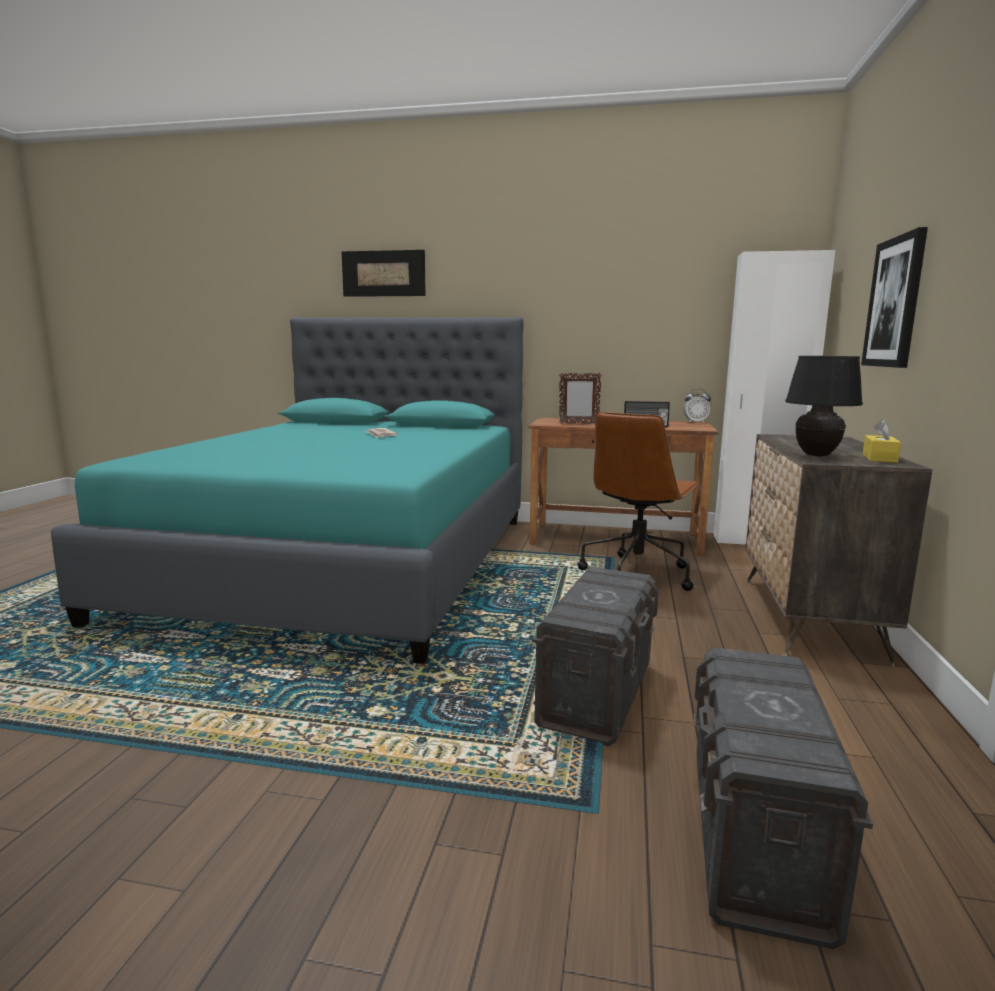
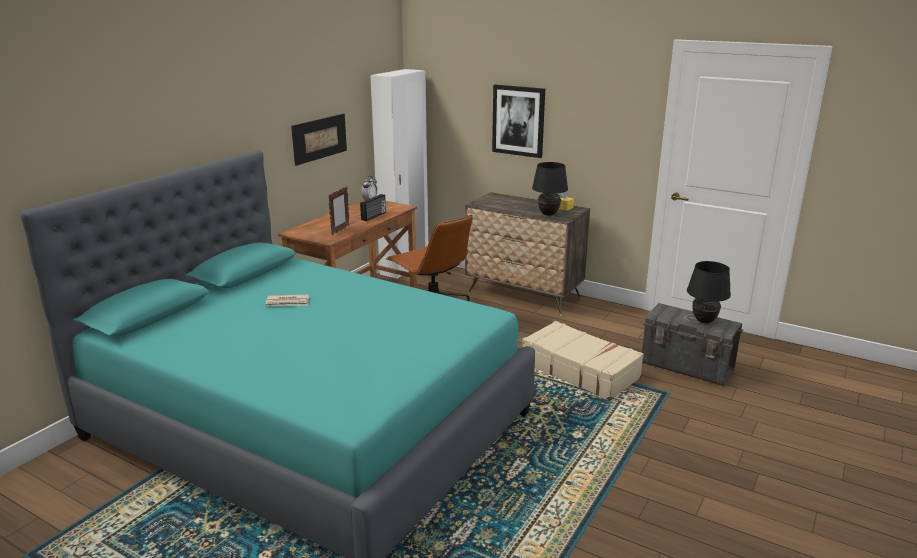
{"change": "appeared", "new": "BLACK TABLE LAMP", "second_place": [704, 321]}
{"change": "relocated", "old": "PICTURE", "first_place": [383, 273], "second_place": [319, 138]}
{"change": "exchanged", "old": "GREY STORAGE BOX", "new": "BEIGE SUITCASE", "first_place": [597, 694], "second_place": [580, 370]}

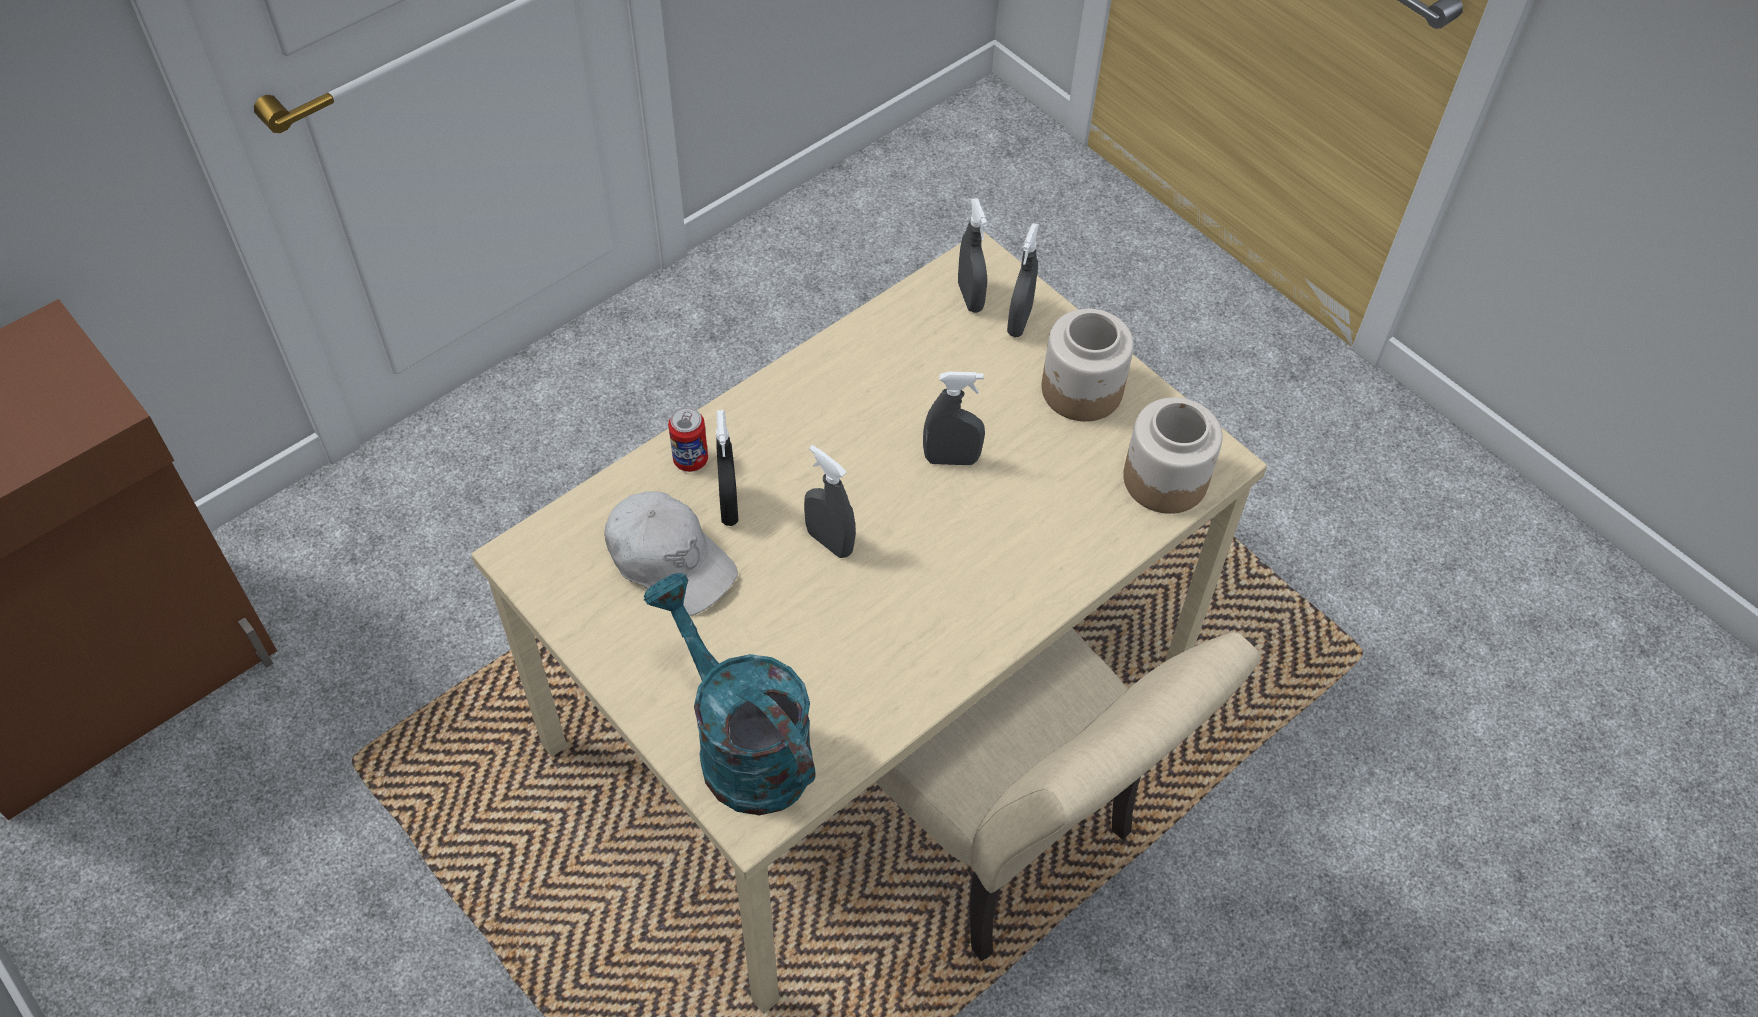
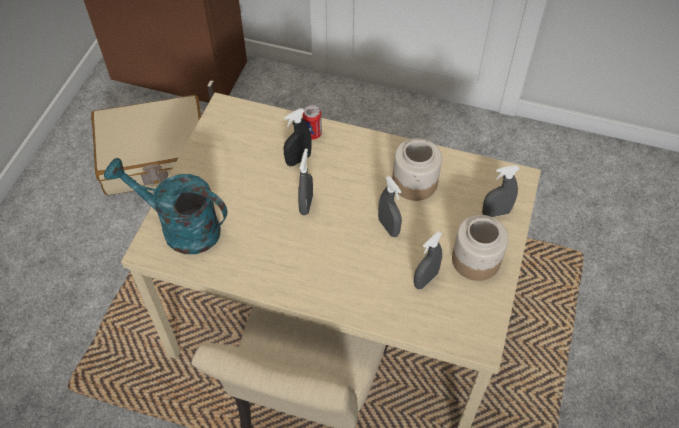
{"change": "missing", "old": "WHITE CAP", "first_place": [670, 561]}
{"change": "appeared", "new": "BEIGE SUITCASE", "second_place": [155, 157]}
{"change": "relocated", "old": "GREY SPRAY BOTTLE", "first_place": [970, 297], "second_place": [425, 279]}
{"change": "relocated", "old": "JAR", "first_place": [1165, 478], "second_place": [415, 182]}
{"change": "spun", "old": "TURQUOISE WATERING CAN", "first_place": [741, 744], "second_place": [180, 227], "degrees": -90}

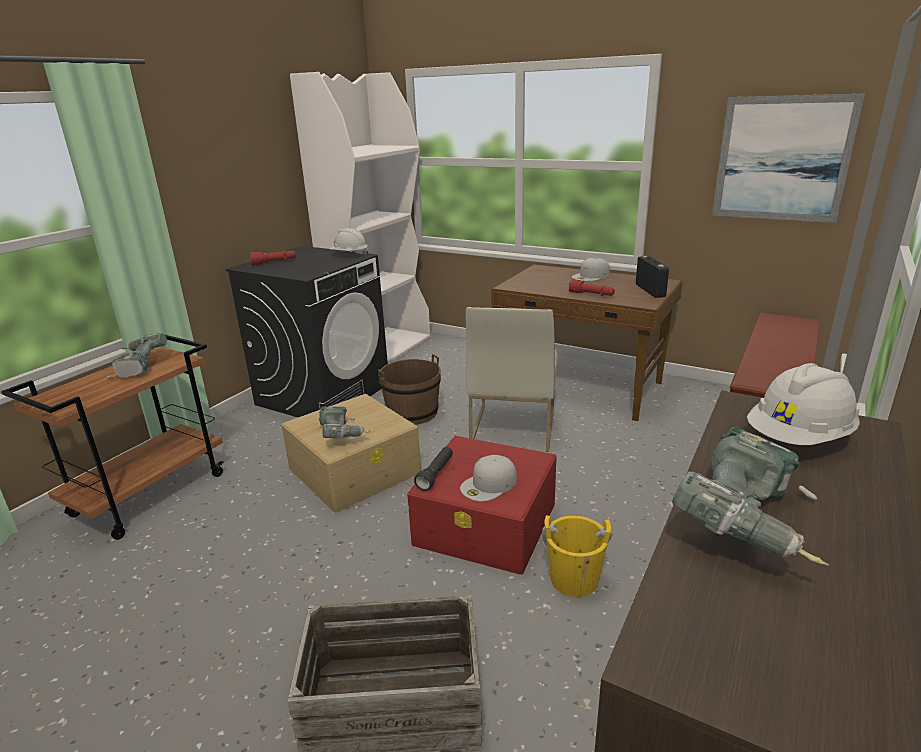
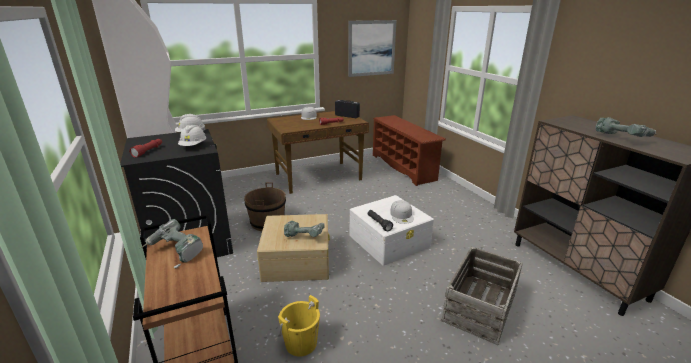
{"change": "missing", "old": "WHITE CHAIR", "first_place": [512, 427]}
{"change": "relocated", "old": "YELLOW BUCKET", "first_place": [574, 579], "second_place": [301, 343]}
{"change": "relocated", "old": "WHITE HARD HAT", "first_place": [799, 438], "second_place": [193, 146]}
{"change": "colour", "old": "RED STORAGE BOX", "new": "WHITE STORAGE BOX", "first_place": [487, 524], "second_place": [389, 240]}

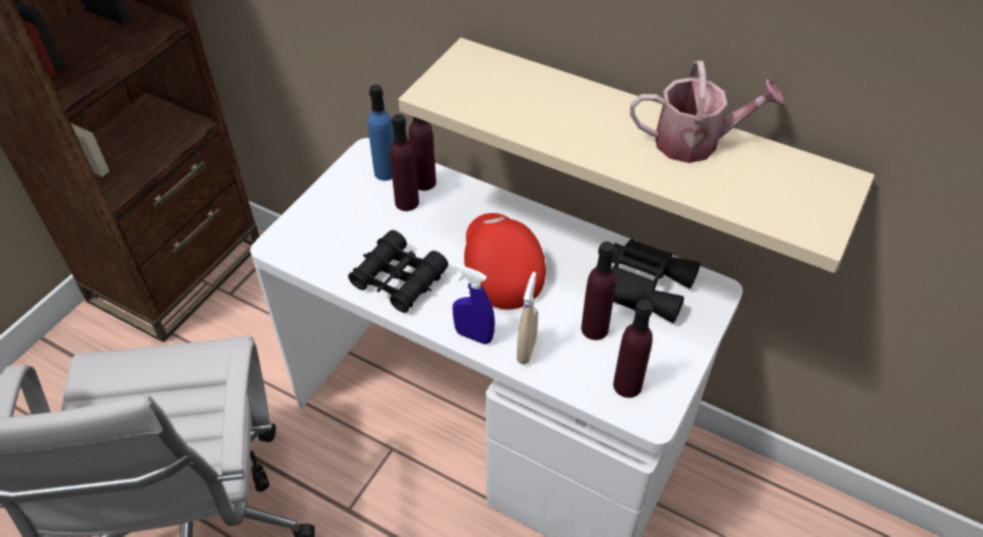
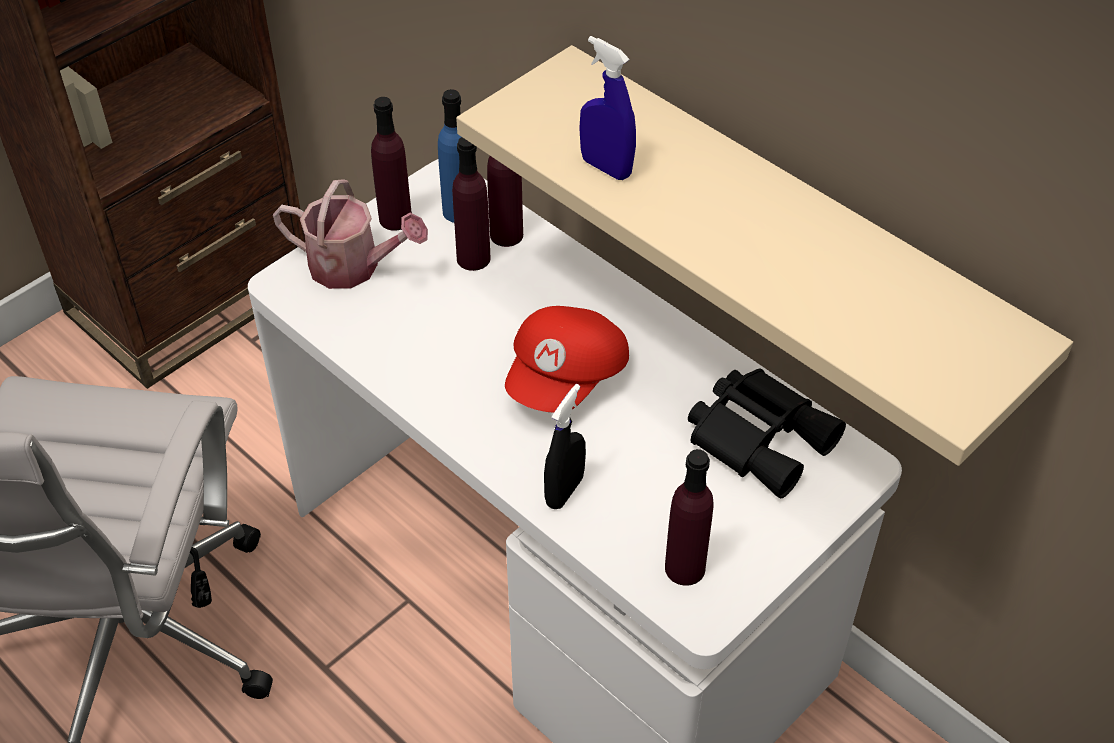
{"change": "missing", "old": "BLACK BINOCULARS", "first_place": [399, 279]}
{"change": "relocated", "old": "BLUE SPRAY BOTTLE", "first_place": [474, 336], "second_place": [606, 167]}
{"change": "relocated", "old": "PURPLE BOTTLE", "first_place": [594, 329], "second_place": [395, 219]}
{"change": "relocated", "old": "WATERING CAN", "first_place": [696, 142], "second_place": [354, 267]}
{"change": "colour", "old": "BEIGE SPRAY BOTTLE", "new": "BLACK SPRAY BOTTLE", "first_place": [526, 350], "second_place": [564, 491]}
{"change": "spun", "old": "RED CAP", "first_place": [500, 272], "second_place": [567, 378], "degrees": -150}

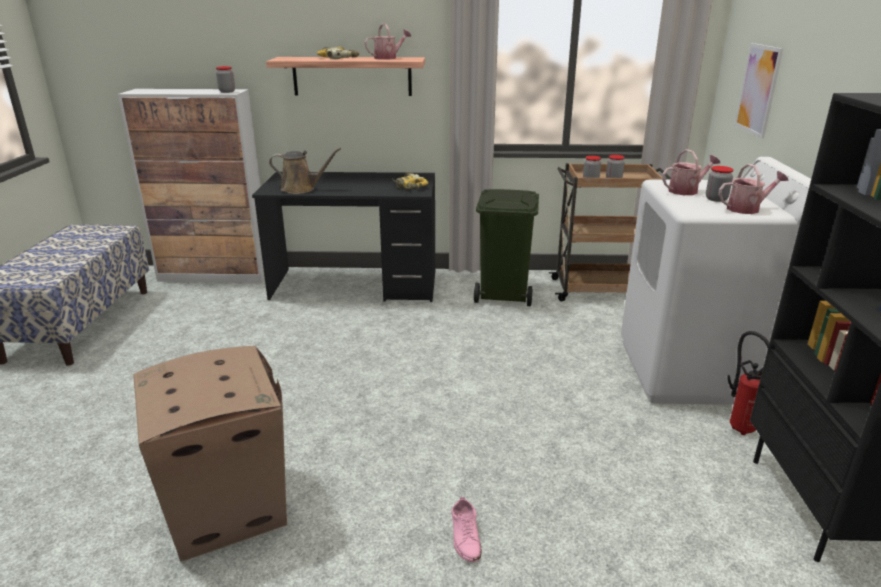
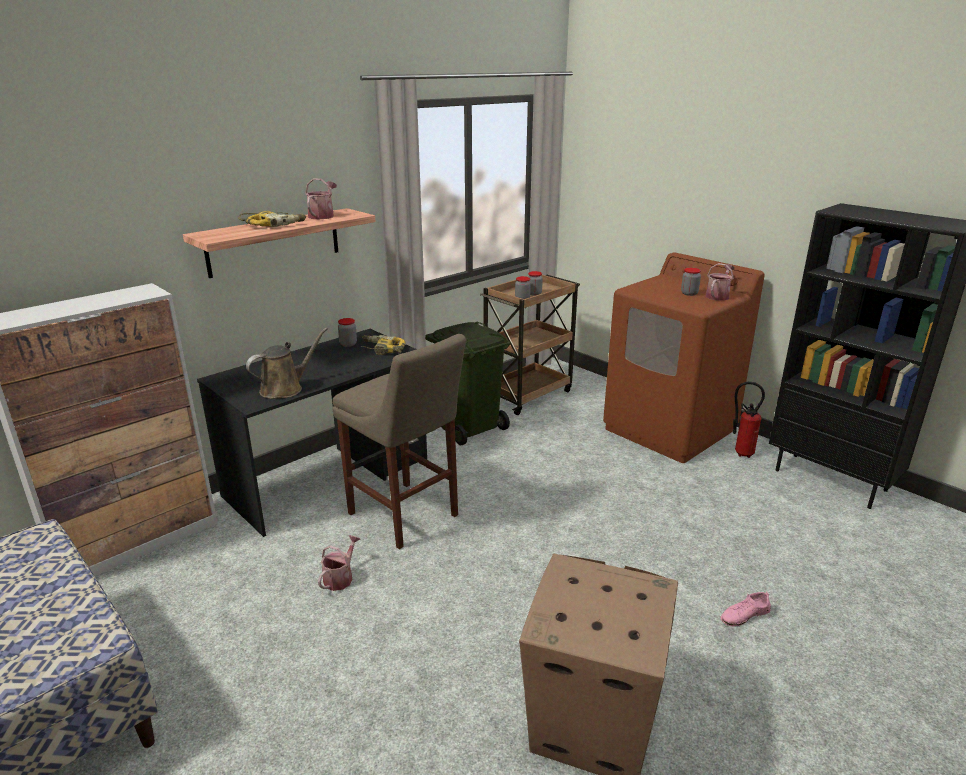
{"change": "missing", "old": "PICTURE", "first_place": [758, 89]}
{"change": "appeared", "new": "BEIGE STOOL", "second_place": [406, 517]}
{"change": "relocated", "old": "JAR", "first_place": [227, 91], "second_place": [348, 344]}
{"change": "relocated", "old": "WATERING CAN", "first_place": [686, 190], "second_place": [340, 577]}
{"change": "colour", "old": "WHITE WASHING MACHINE", "new": "BROWN WASHING MACHINE", "first_place": [693, 372], "second_place": [670, 430]}
{"change": "spun", "old": "PINK SHOE", "first_place": [465, 537], "second_place": [744, 615], "degrees": 120}

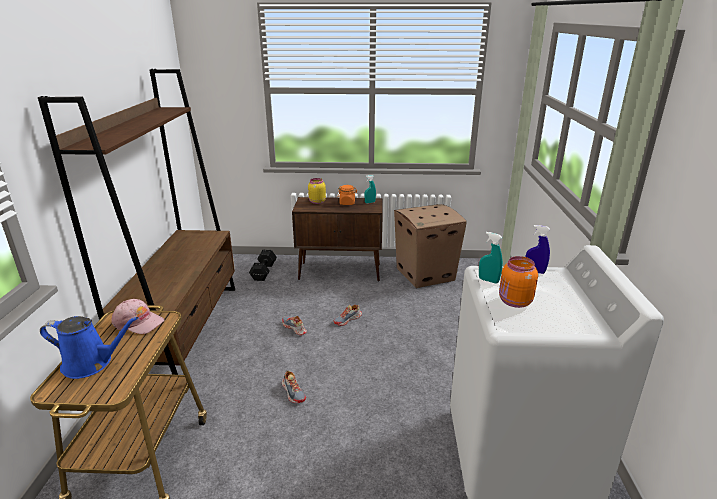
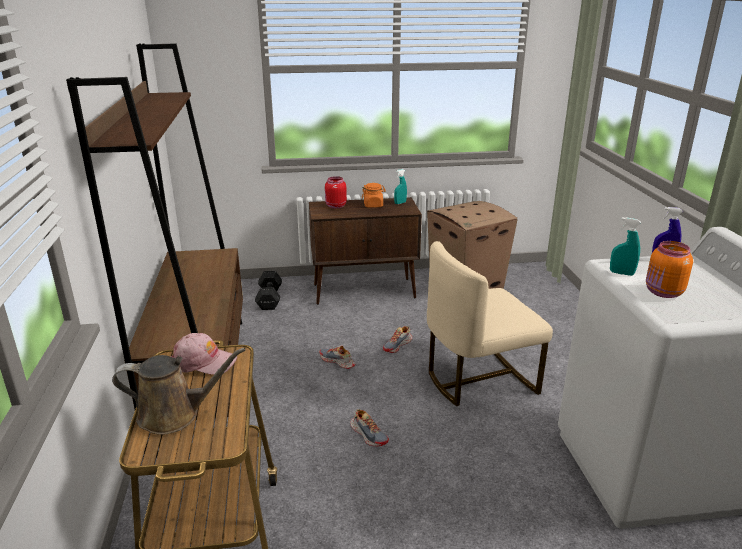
{"change": "appeared", "new": "BEIGE CHAIR", "second_place": [478, 379]}
{"change": "colour", "old": "BLUE WATERING CAN", "new": "BROWN WATERING CAN", "first_place": [91, 363], "second_place": [175, 415]}
{"change": "colour", "old": "YELLOW JAR", "new": "RED JAR", "first_place": [316, 202], "second_place": [335, 206]}

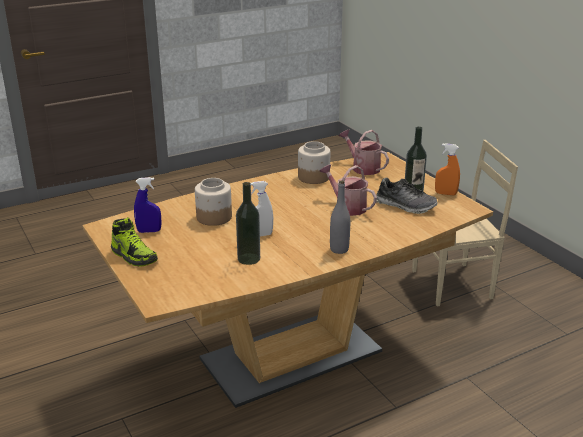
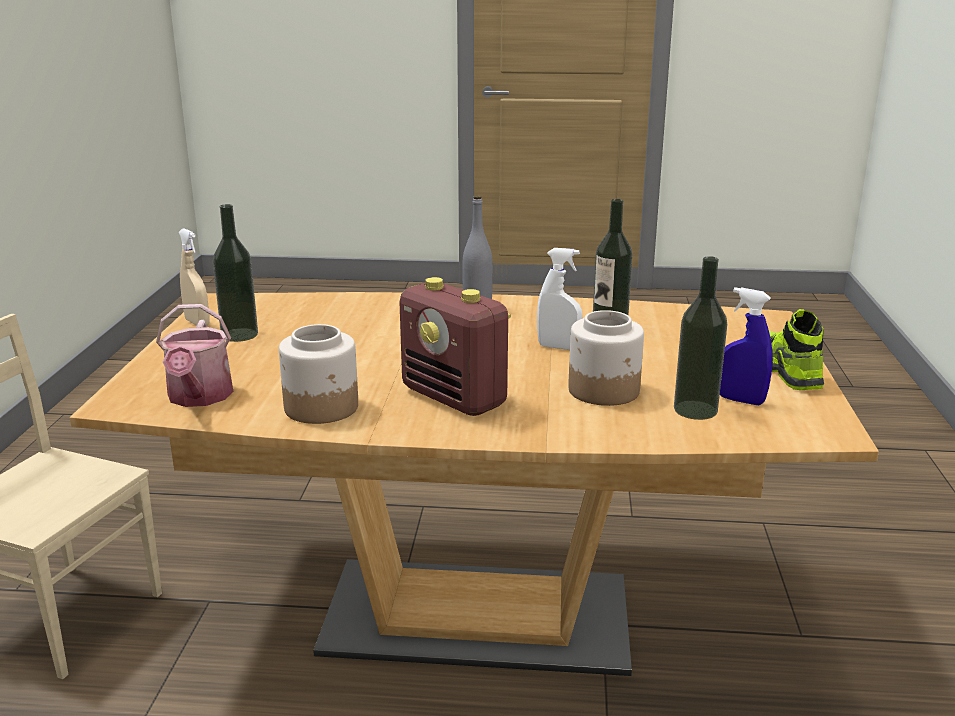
{"change": "missing", "old": "WATERING CAN", "first_place": [347, 206]}
{"change": "missing", "old": "SHOE", "first_place": [405, 206]}
{"change": "appeared", "new": "RADIO", "second_place": [455, 398]}
{"change": "appeared", "new": "BOTTLE", "second_place": [695, 410]}
{"change": "colour", "old": "ORANGE SPRAY BOTTLE", "new": "BEIGE SPRAY BOTTLE", "first_place": [445, 193], "second_place": [197, 323]}

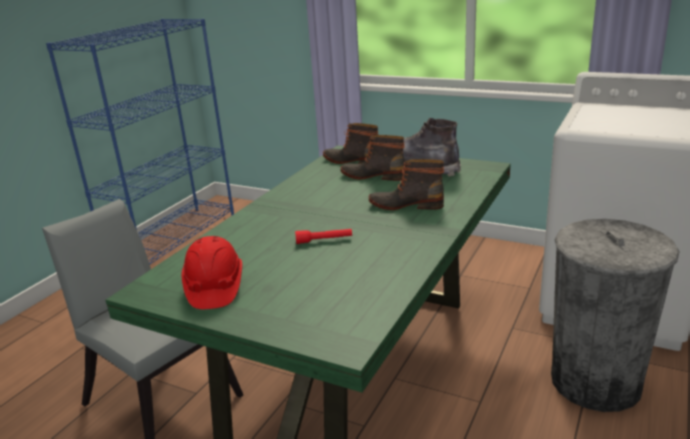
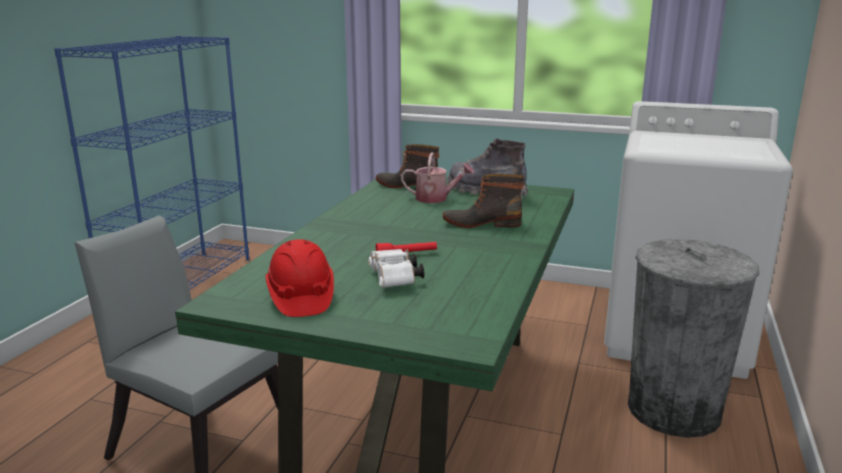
{"change": "appeared", "new": "WHITE BINOCULARS", "second_place": [395, 280]}
{"change": "exchanged", "old": "BOOT", "new": "WATERING CAN", "first_place": [373, 176], "second_place": [436, 198]}

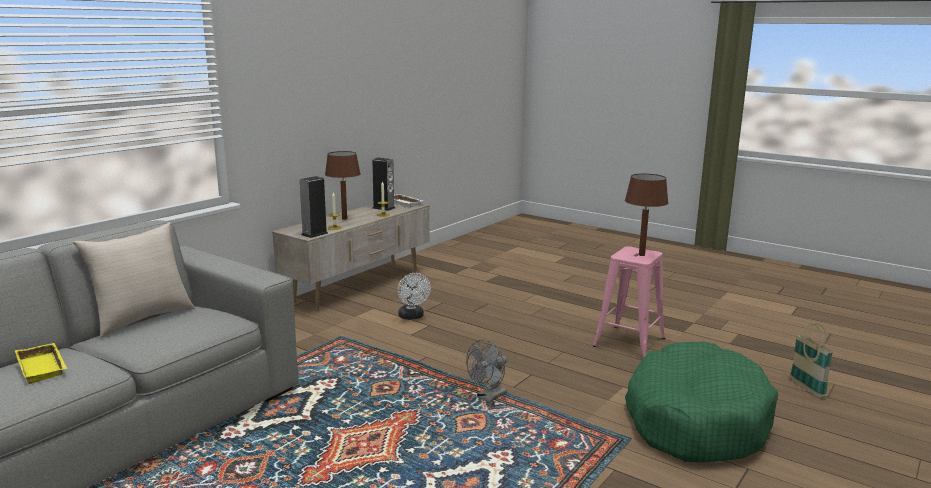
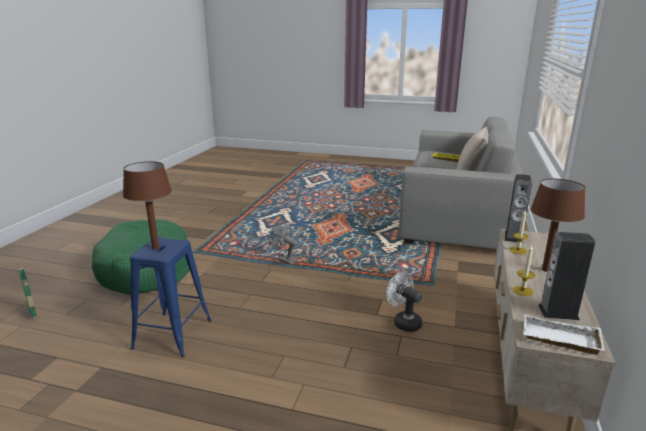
{"change": "colour", "old": "PINK STOOL", "new": "BLUE STOOL", "first_place": [629, 342], "second_place": [173, 334]}
{"change": "spun", "old": "GREY FAN", "first_place": [488, 398], "second_place": [283, 260], "degrees": -75}

